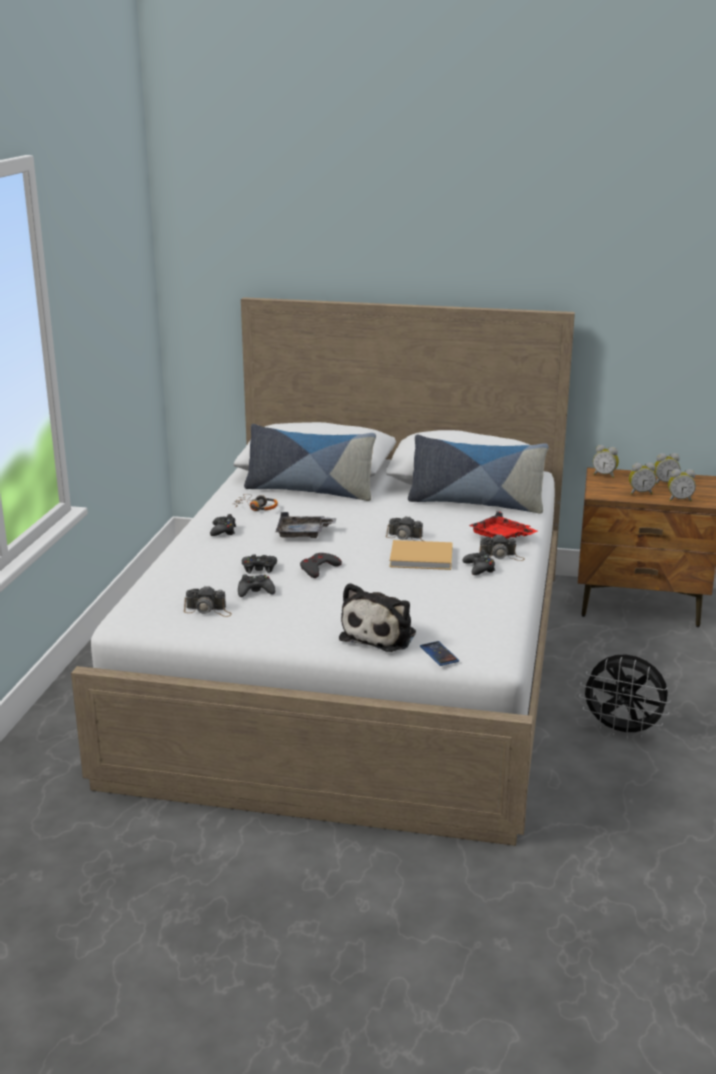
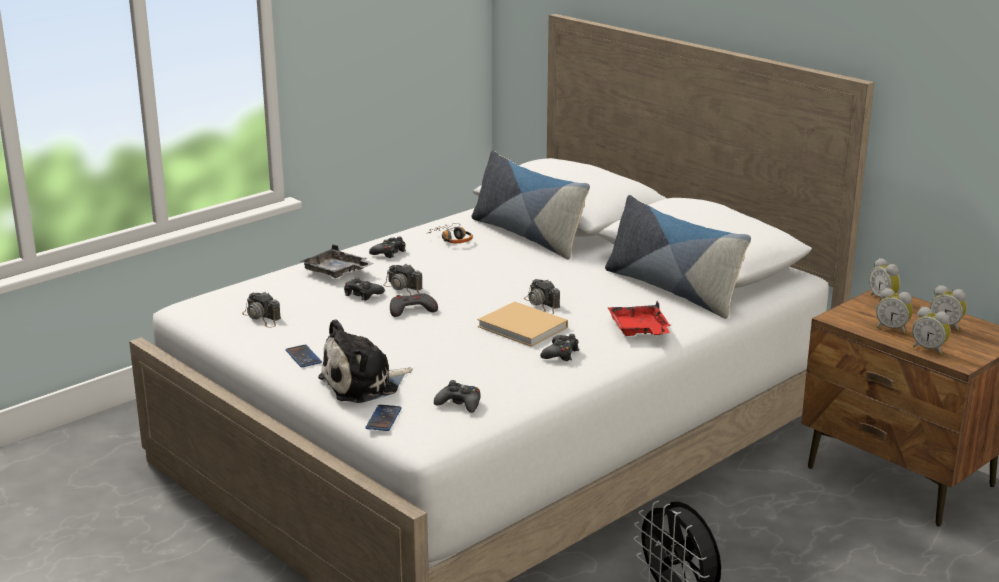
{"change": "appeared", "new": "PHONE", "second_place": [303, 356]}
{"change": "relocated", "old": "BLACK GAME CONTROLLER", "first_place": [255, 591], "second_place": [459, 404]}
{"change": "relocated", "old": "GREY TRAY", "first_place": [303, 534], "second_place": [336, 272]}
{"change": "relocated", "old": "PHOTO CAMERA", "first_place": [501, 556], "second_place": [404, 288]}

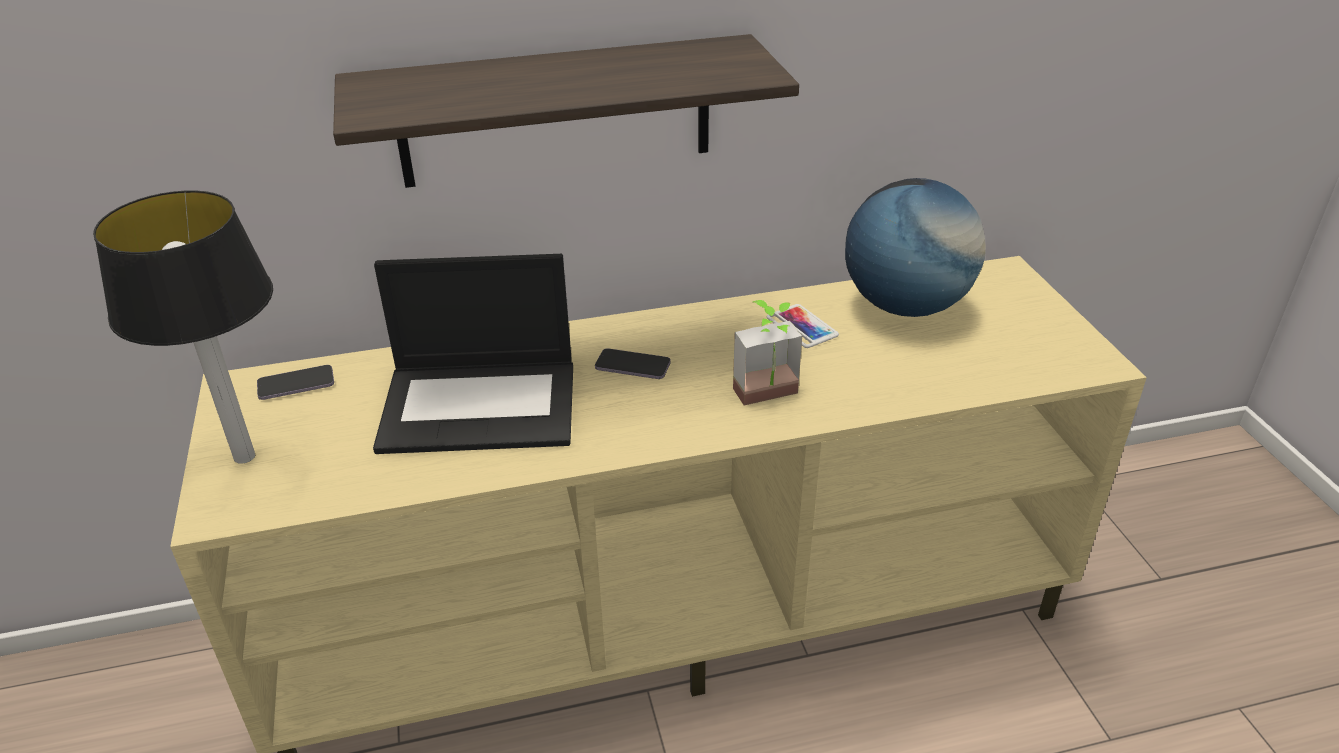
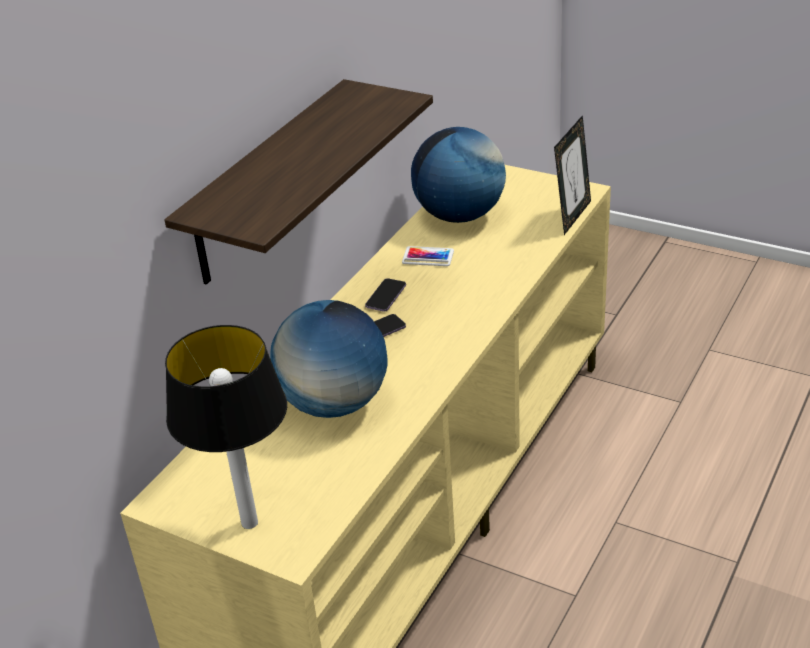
{"change": "missing", "old": "POTTED PLANT", "first_place": [770, 398]}
{"change": "appeared", "new": "PICTURE FRAME", "second_place": [572, 216]}
{"change": "relocated", "old": "PHONE", "first_place": [296, 384], "second_place": [386, 296]}
{"change": "exchanged", "old": "LAPTOP", "new": "GLOBE", "first_place": [482, 405], "second_place": [334, 403]}

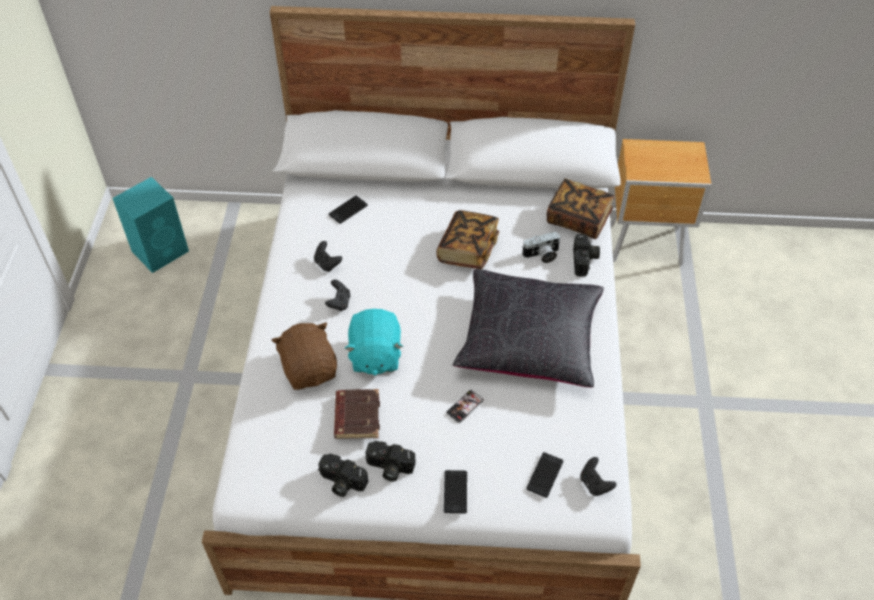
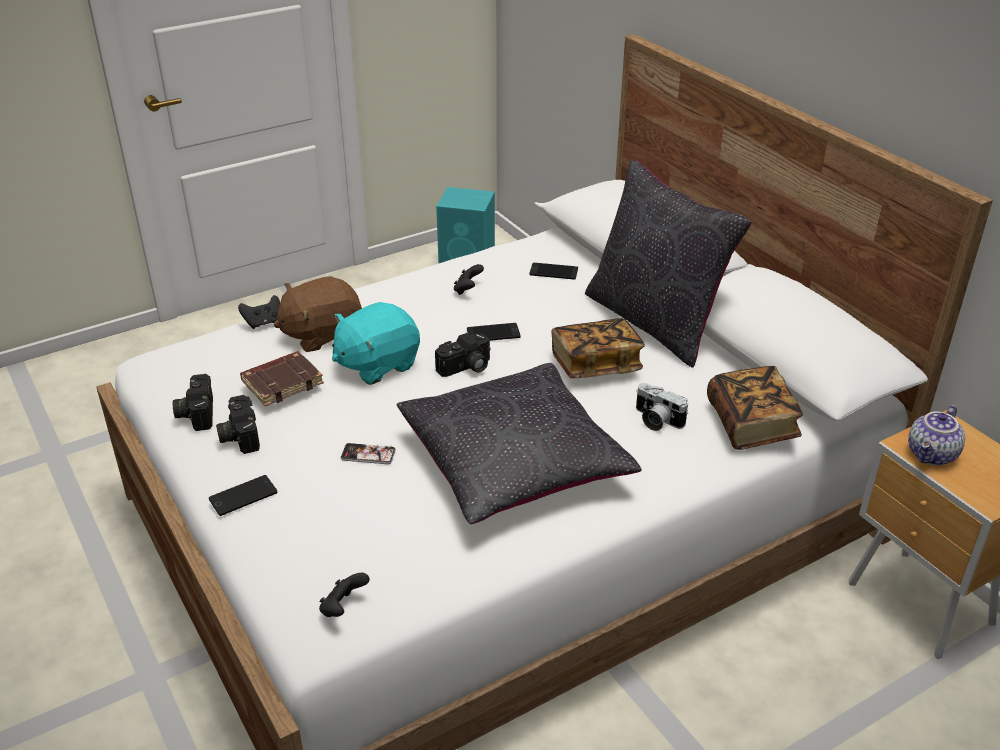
{"change": "appeared", "new": "BLACK PILLOW", "second_place": [655, 322]}
{"change": "appeared", "new": "TEAPOT", "second_place": [932, 455]}
{"change": "relocated", "old": "BLACK GAME CONTROLLER", "first_place": [339, 303], "second_place": [263, 323]}
{"change": "relocated", "old": "PHONE", "first_place": [545, 475], "second_place": [493, 333]}
{"change": "relocated", "old": "PHOTO CAMERA", "first_place": [585, 261], "second_place": [466, 368]}
{"change": "spun", "old": "BROWN PLUSH TOY", "first_place": [309, 369], "second_place": [322, 335], "degrees": -150}

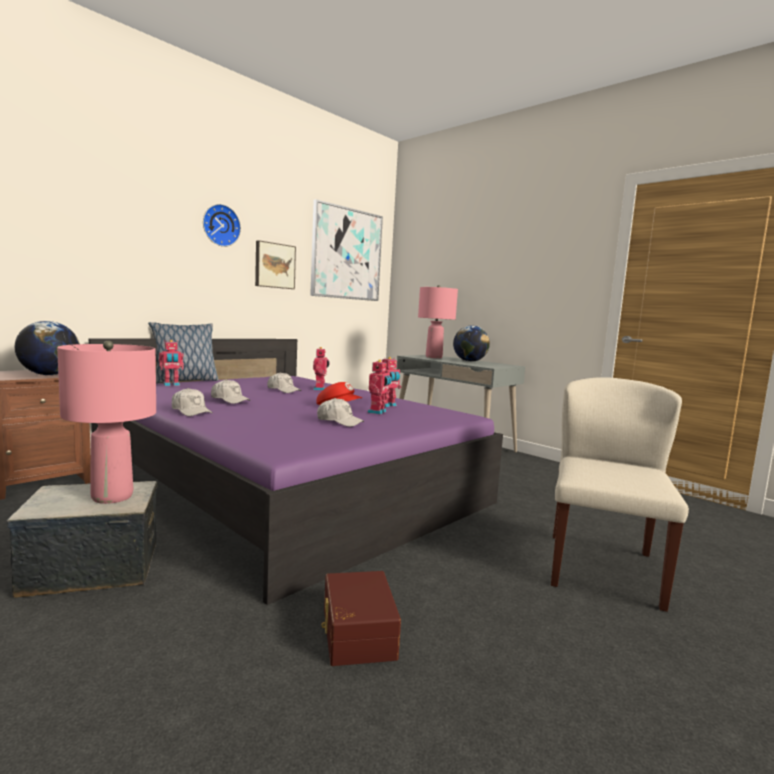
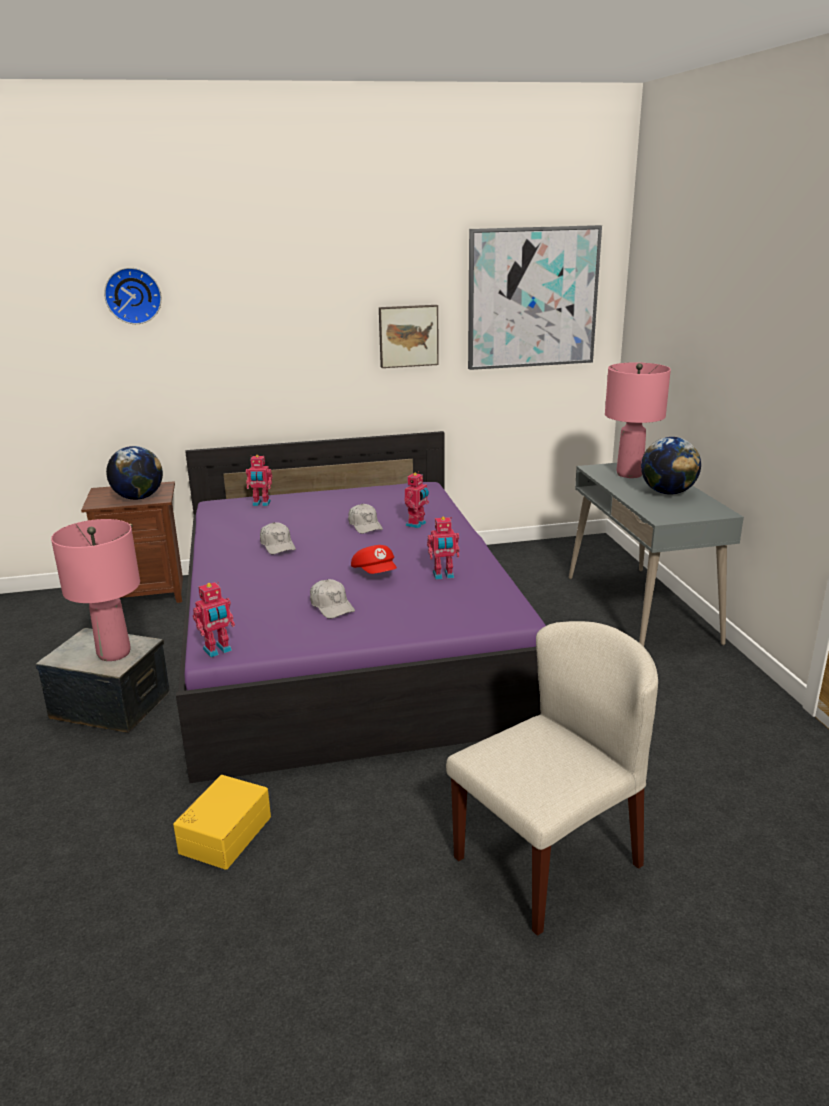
{"change": "missing", "old": "PILLOW", "first_place": [184, 381]}
{"change": "missing", "old": "WHITE CAP", "first_place": [191, 411]}
{"change": "relocated", "old": "WALL CLOCK", "first_place": [220, 225], "second_place": [133, 295]}
{"change": "relocated", "old": "TOY ROBOT", "first_place": [378, 412], "second_place": [218, 651]}
{"change": "colour", "old": "BROWN STORAGE BOX", "new": "YELLOW STORAGE BOX", "first_place": [356, 633], "second_place": [223, 834]}

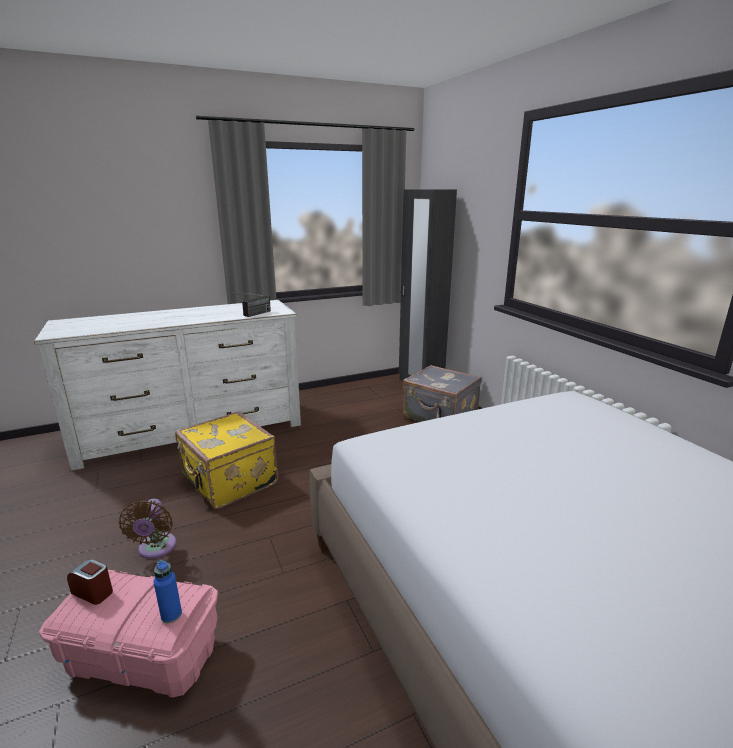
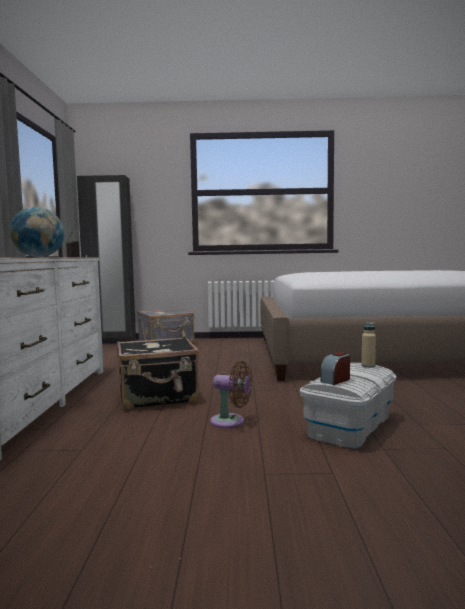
{"change": "appeared", "new": "GLOBE", "second_place": [39, 257]}
{"change": "colour", "old": "PINK STORAGE BOX", "new": "WHITE STORAGE BOX", "first_place": [142, 655], "second_place": [350, 426]}
{"change": "colour", "old": "BLUE BOTTLE", "new": "BEIGE BOTTLE", "first_place": [171, 615], "second_place": [368, 366]}
{"change": "colour", "old": "YELLOW SUITCASE", "new": "BLACK SUITCASE", "first_place": [228, 481], "second_place": [158, 397]}

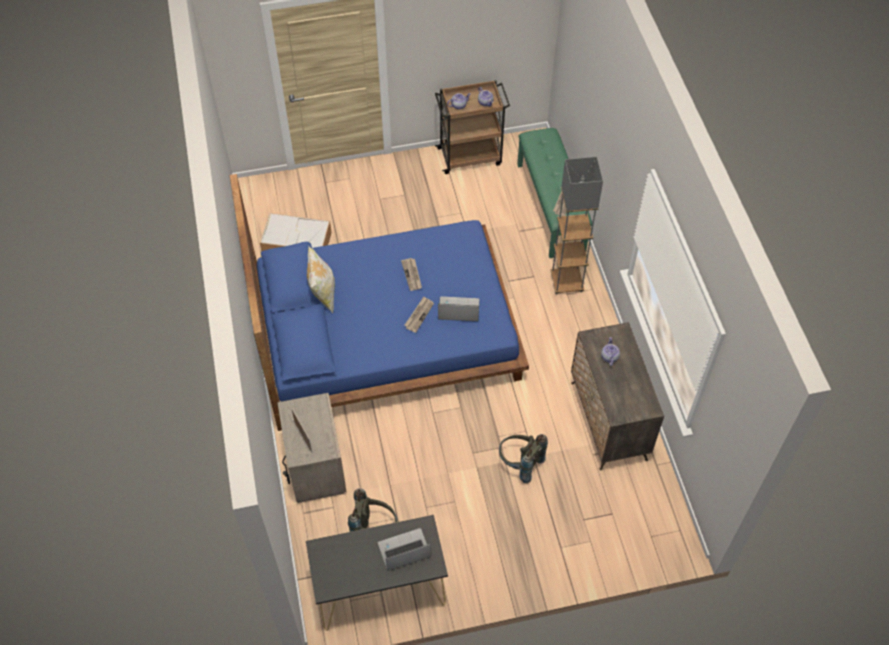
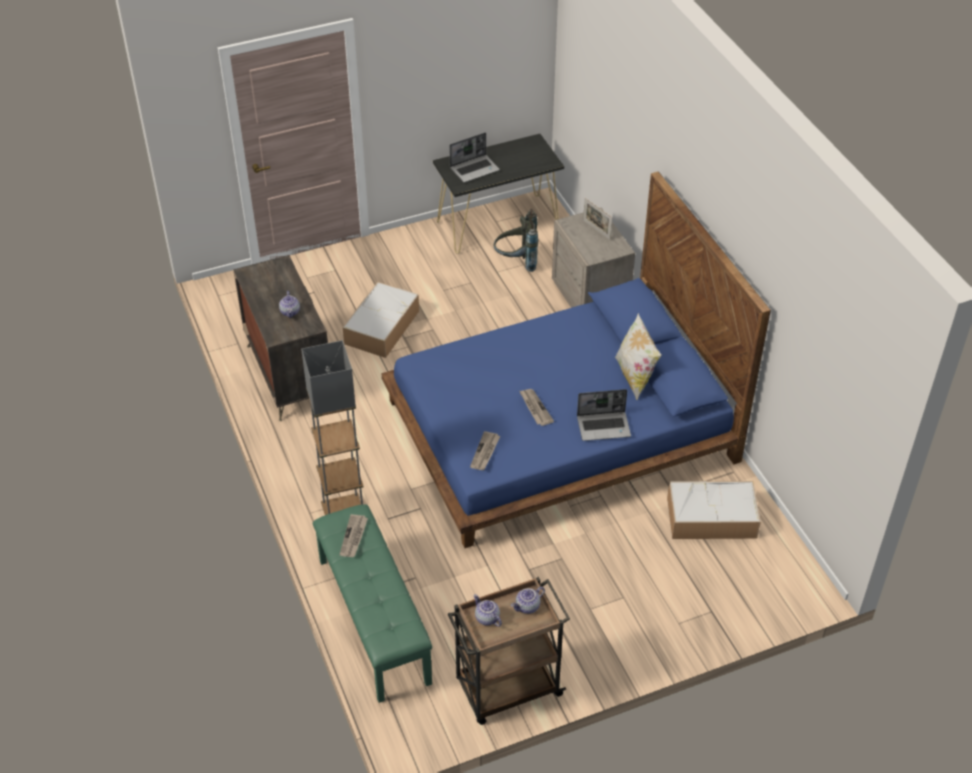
{"change": "relocated", "old": "NEWSPAPER", "first_place": [419, 315], "second_place": [485, 452]}
{"change": "relocated", "old": "LAPTOP", "first_place": [458, 310], "second_place": [604, 426]}
{"change": "exchanged", "old": "GREY BACKPACK", "new": "STORAGE BOX", "first_place": [520, 464], "second_place": [382, 326]}

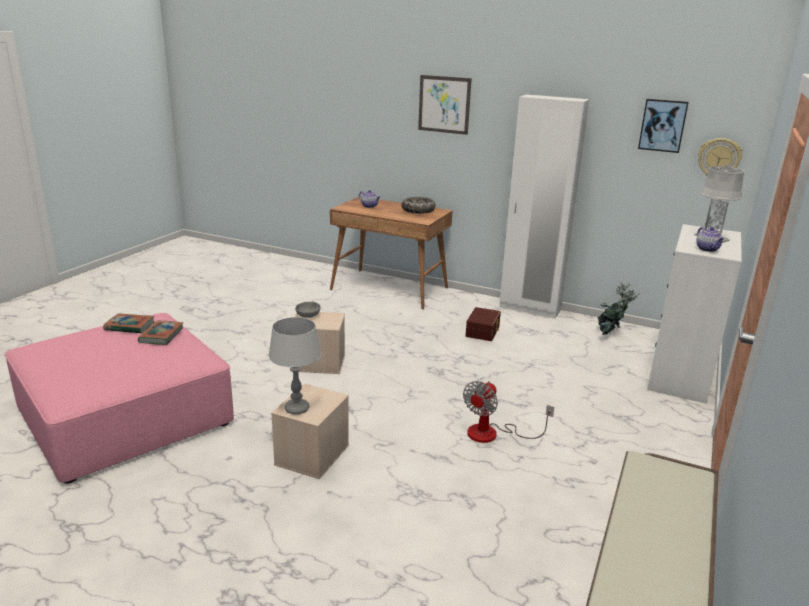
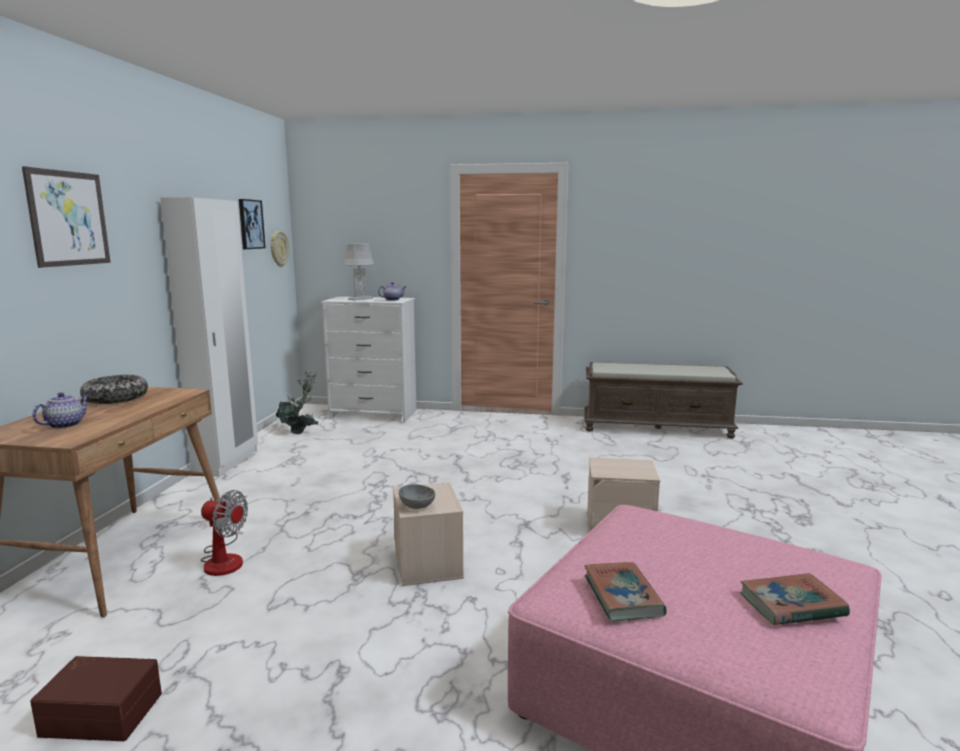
{"change": "missing", "old": "GREY TABLE LAMP", "first_place": [296, 409]}
{"change": "relocated", "old": "BOOK", "first_place": [161, 335], "second_place": [792, 605]}
{"change": "relocated", "old": "FAN", "first_place": [493, 434], "second_place": [224, 559]}
{"change": "relocated", "old": "BROWN STORAGE BOX", "first_place": [483, 331], "second_place": [103, 712]}

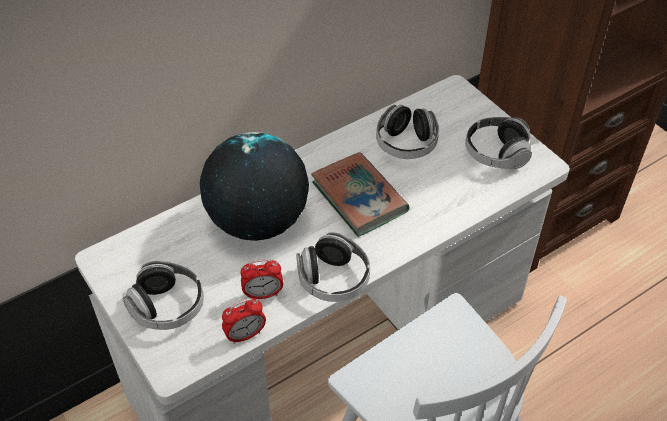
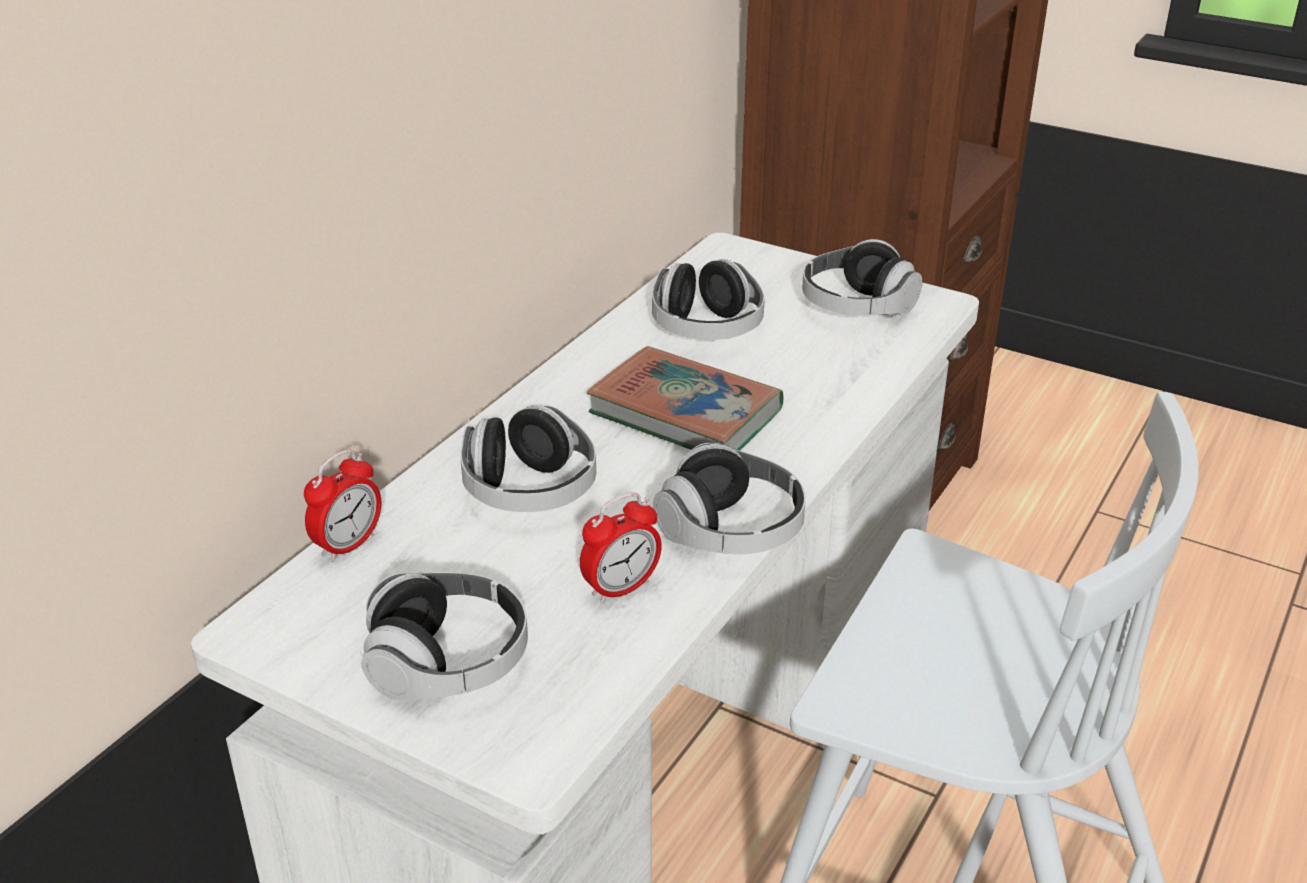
{"change": "relocated", "old": "ALARM CLOCK", "first_place": [245, 335], "second_place": [348, 545]}
{"change": "exchanged", "old": "GLOBE", "new": "HEADPHONES", "first_place": [257, 222], "second_place": [530, 491]}

